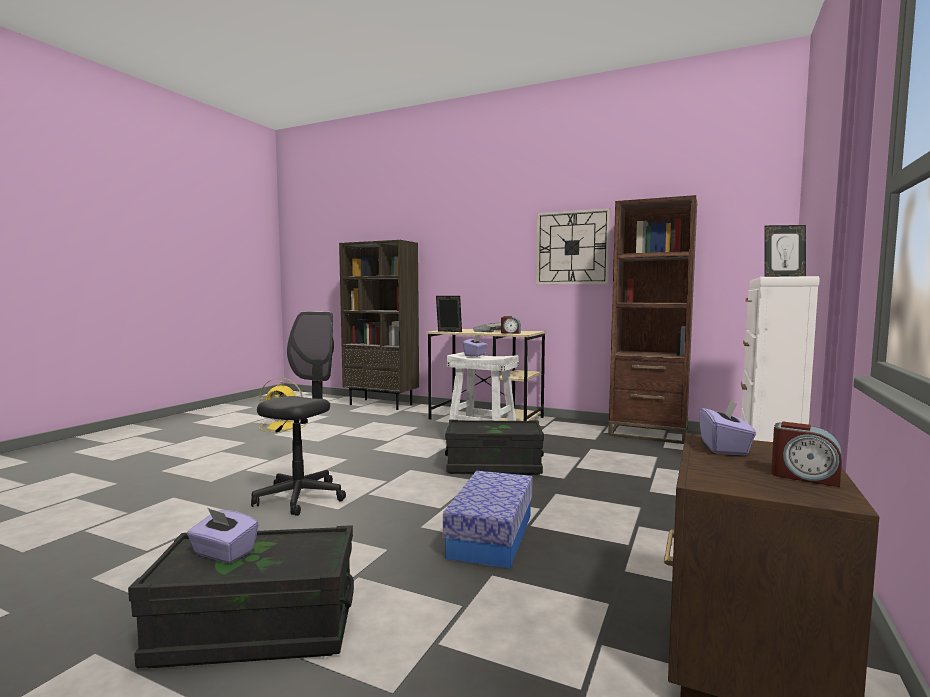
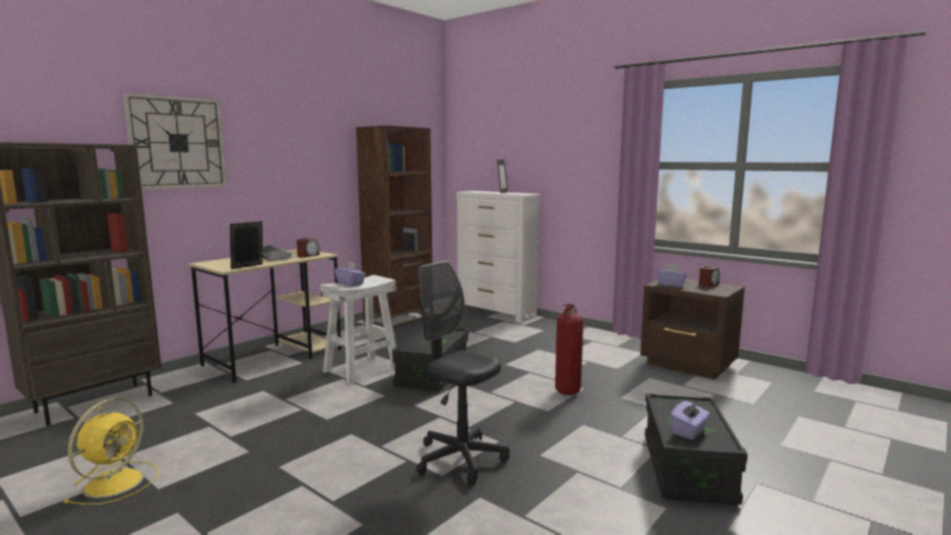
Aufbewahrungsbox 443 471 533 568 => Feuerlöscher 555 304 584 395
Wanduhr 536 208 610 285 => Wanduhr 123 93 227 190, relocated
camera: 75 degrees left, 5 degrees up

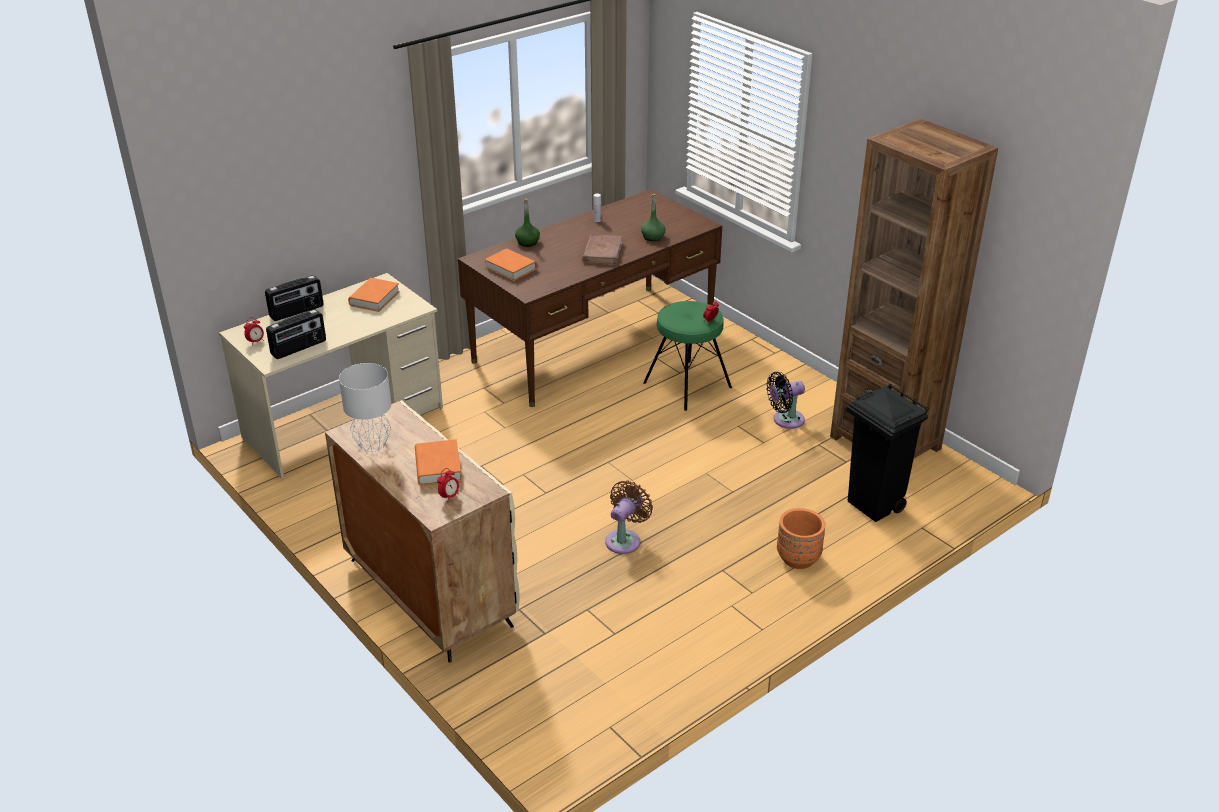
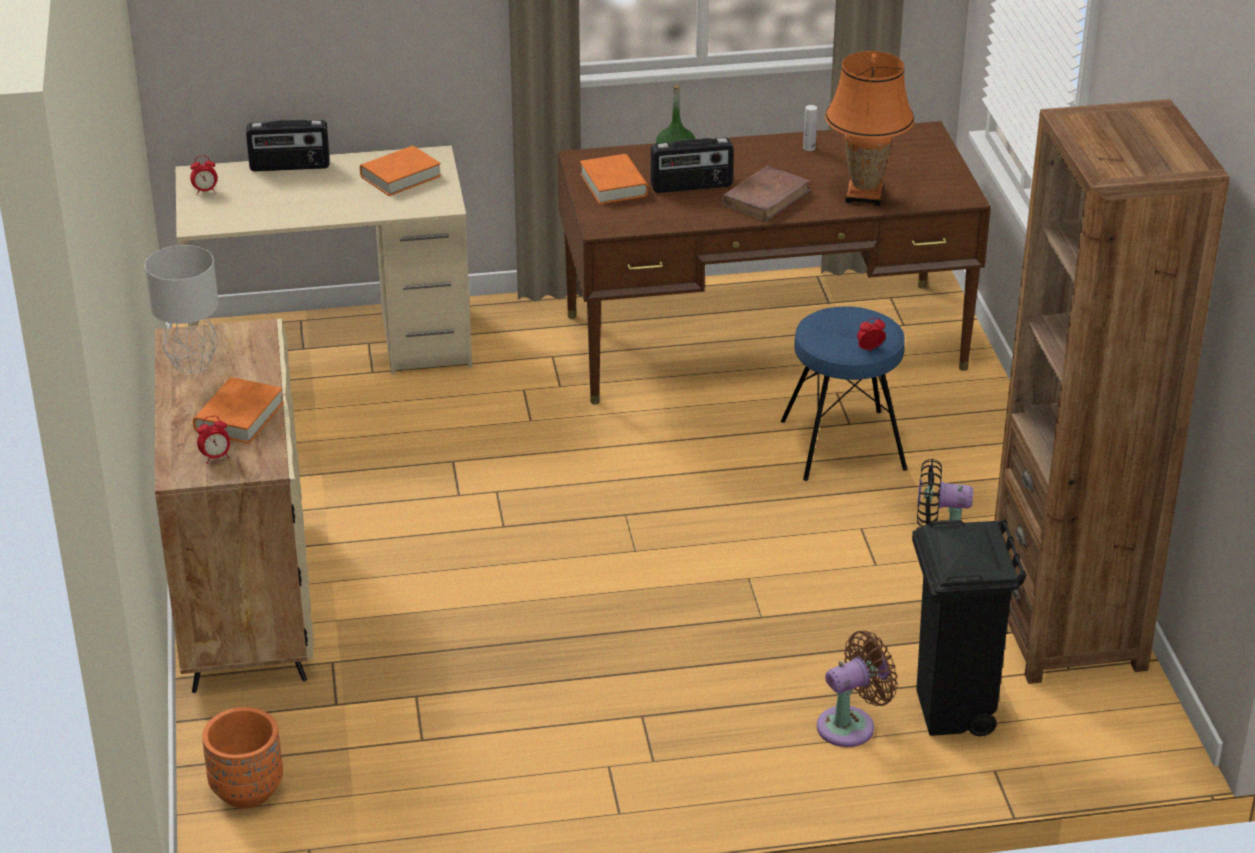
Radio 266 309 326 359 => Radio 651 138 734 193, relocated
Ventilator (braun) 605 481 653 554 => Ventilator (braun) 817 631 898 747, relocated
Flasche (grün) 641 194 666 241 => Tischlampe (orange) 825 51 915 206
Hocker (grün) 643 301 732 411 => Hocker (blau) 781 306 907 481
Pflanzkübel (orange) 777 508 825 569 => Pflanzkübel (orange) 202 707 283 808, relocated
camera: 30 degrees right, 0 degrees up

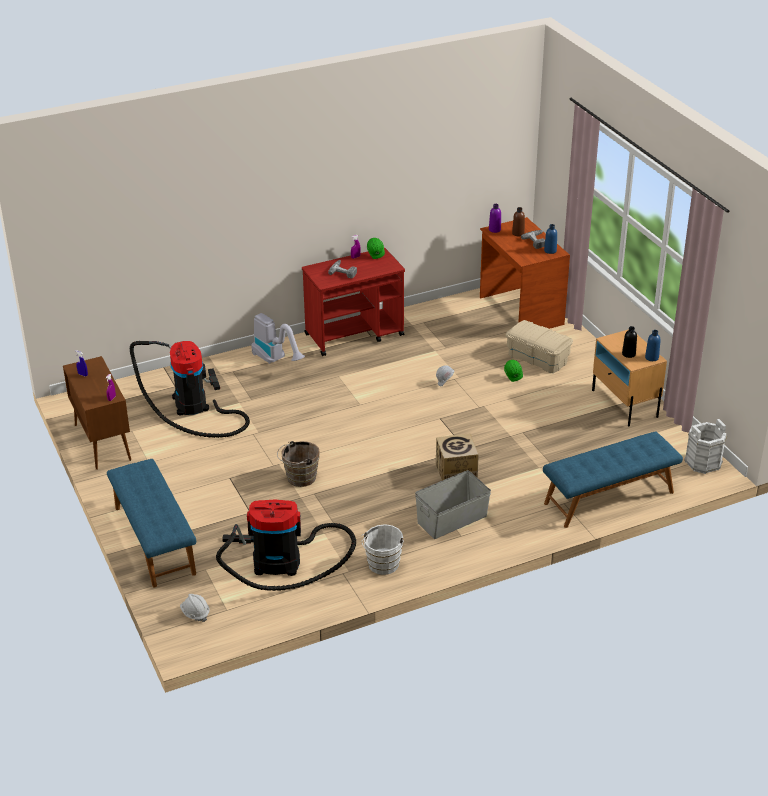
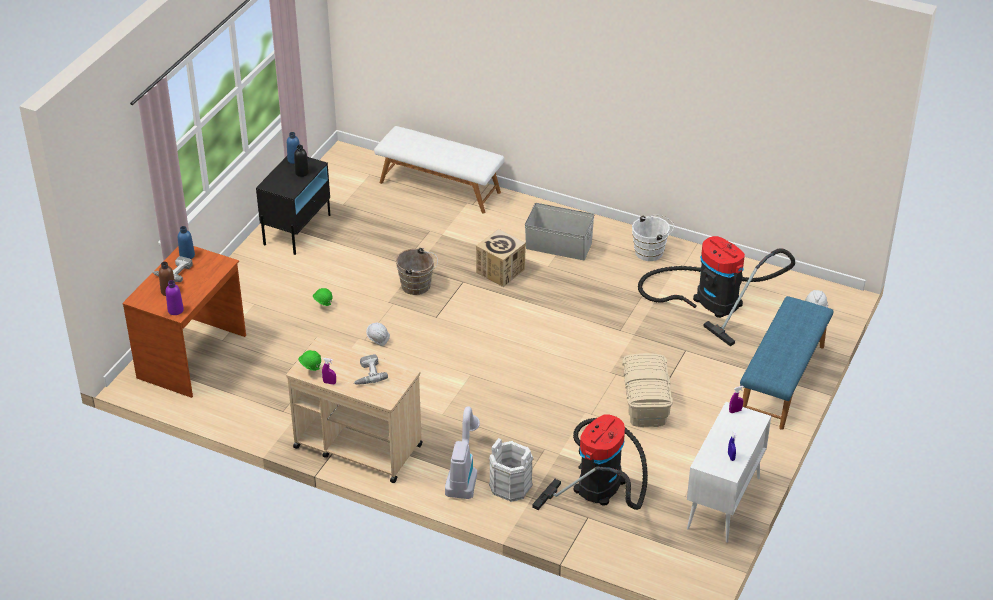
Schrank (braun) 63 356 131 470 => Schrank (weiß) 687 402 771 543
Eimer (braun) 277 441 320 487 => Eimer (braun) 396 248 438 295, relocated
Rollwagen (rot) 302 248 405 356 => Rollwagen (beige) 286 337 423 483
Aufbewahrungsbox (beige) 506 320 573 373 => Aufbewahrungsbox (beige) 622 353 673 427, relocated
Bank (blau) 543 431 683 528 => Bank (weiß) 374 126 504 214
Nachttisch (beige) 592 329 667 426 => Nachttisch (schwarz) 256 156 330 255
Eimer (weiß) 684 419 727 474 => Eimer (weiß) 489 438 533 502, relocated
camera: 130 degrees left, 5 degrees up

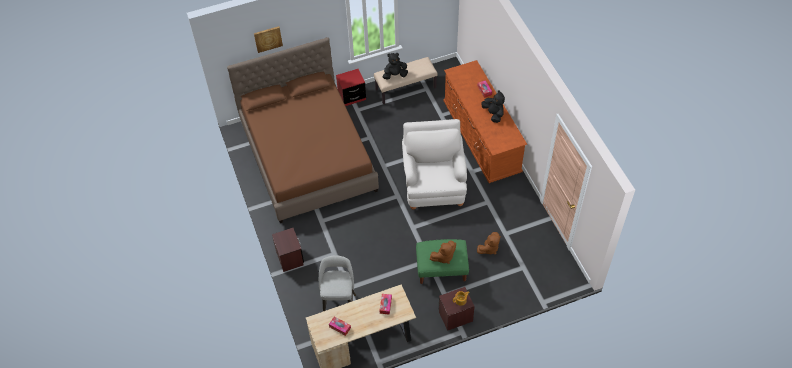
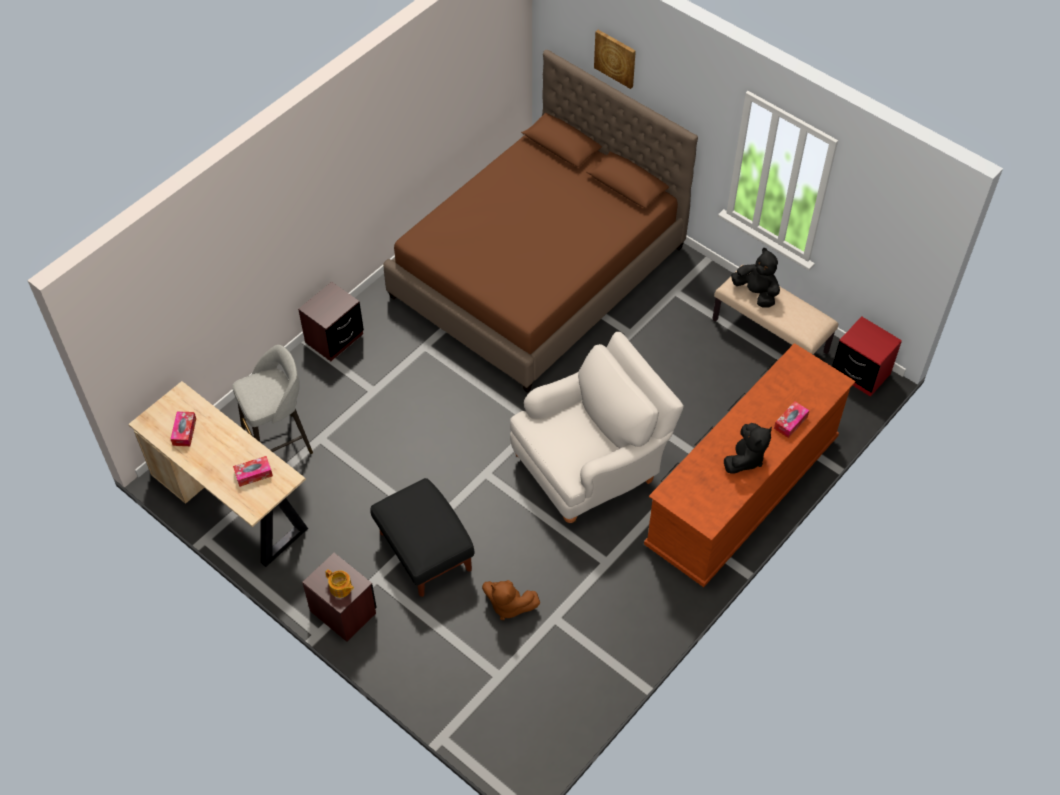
Nachttisch (rot) 336 69 366 106 => Nachttisch (rot) 832 316 902 397, relocated
Polsterhocker (grün) 416 239 469 284 => Polsterhocker (schwarz) 370 478 474 597
Plüschtier (braun) 430 240 456 264 => nothing
camera: 60 degrees right, 0 degrees up

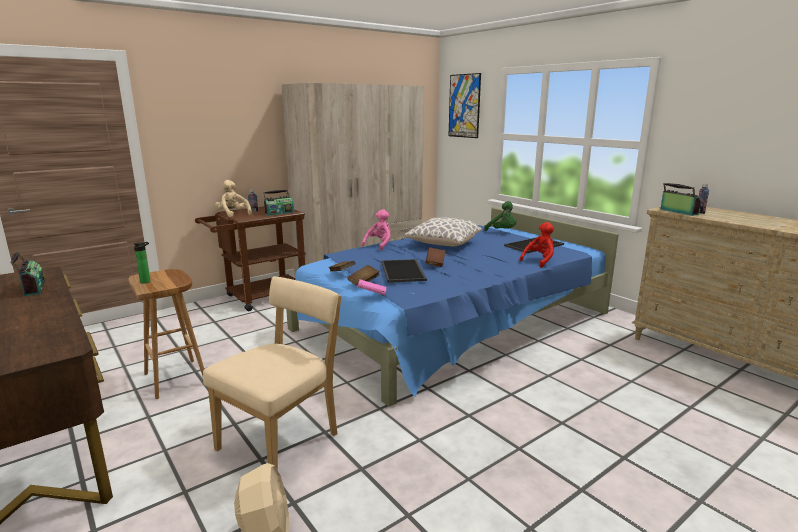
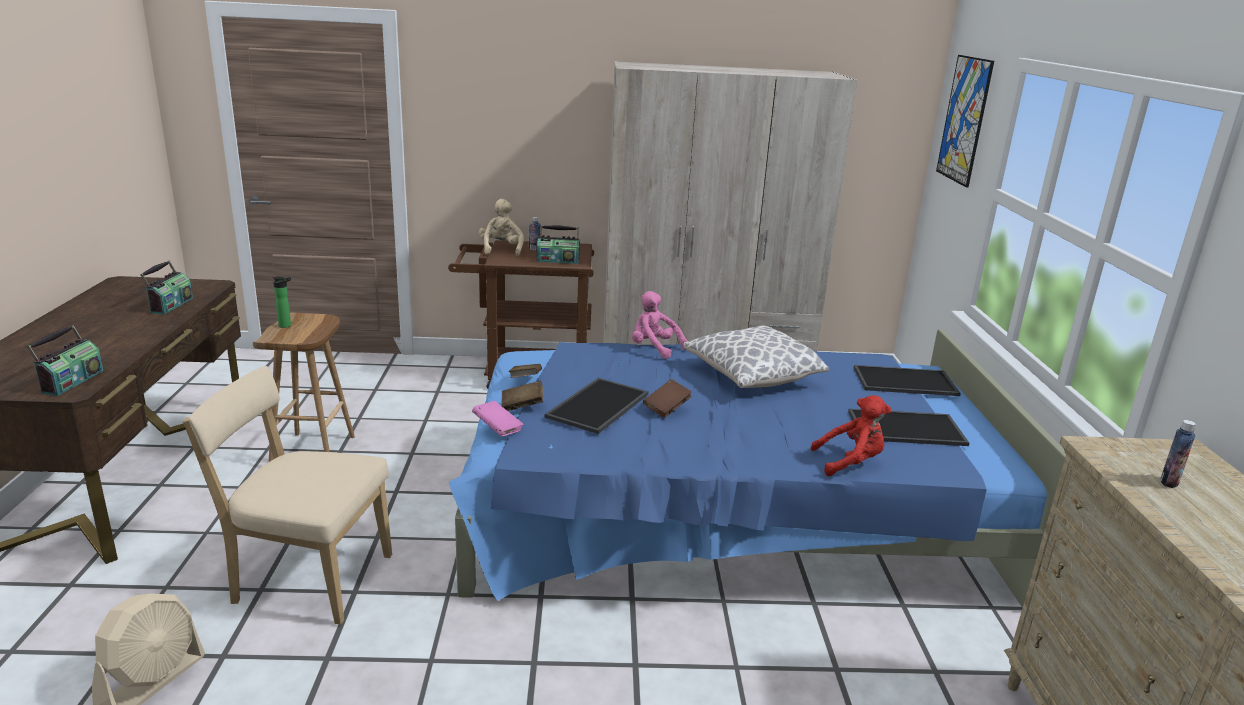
Stuhl (beige) 203 276 341 470 => Stuhl (beige) 183 366 392 625, 150 degrees counterclockwise
Plüschtier (rosa) 361 209 391 250 => Plüschtier (rosa) 632 291 688 359, 120 degrees counterclockwise
Plüschtier (grün) 484 201 517 231 => Tablett 854 365 961 396
Radio 661 183 701 216 => Radio 27 325 103 396, relocated
camera: 35 degrees right, 5 degrees up

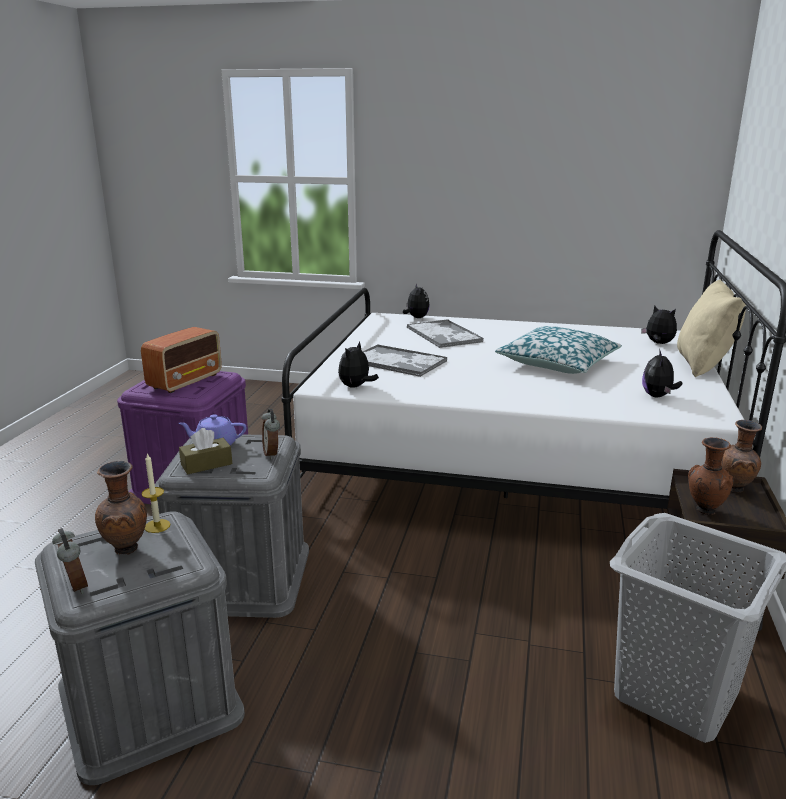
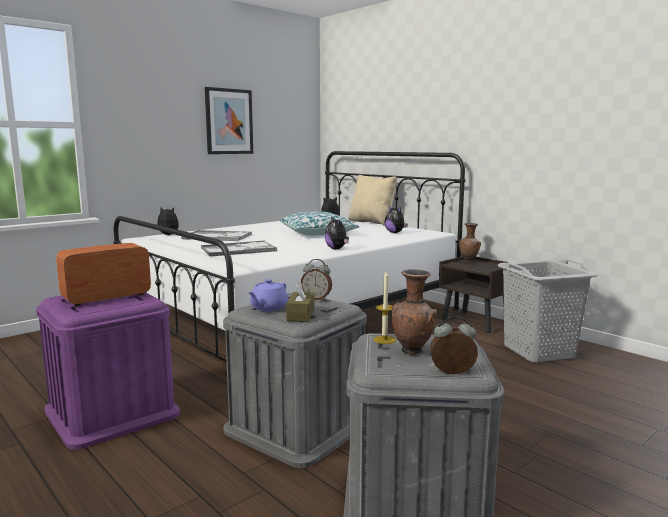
Radio 141 327 222 393 => Radio 56 243 151 306, 105 degrees counterclockwise
Plüschtier 338 341 379 388 => Plüschtier 325 217 349 249, relocated
Vase (braun) 688 437 734 515 => nothing
nothing => Bild 205 87 253 154
camera: 55 degrees left, 10 degrees down

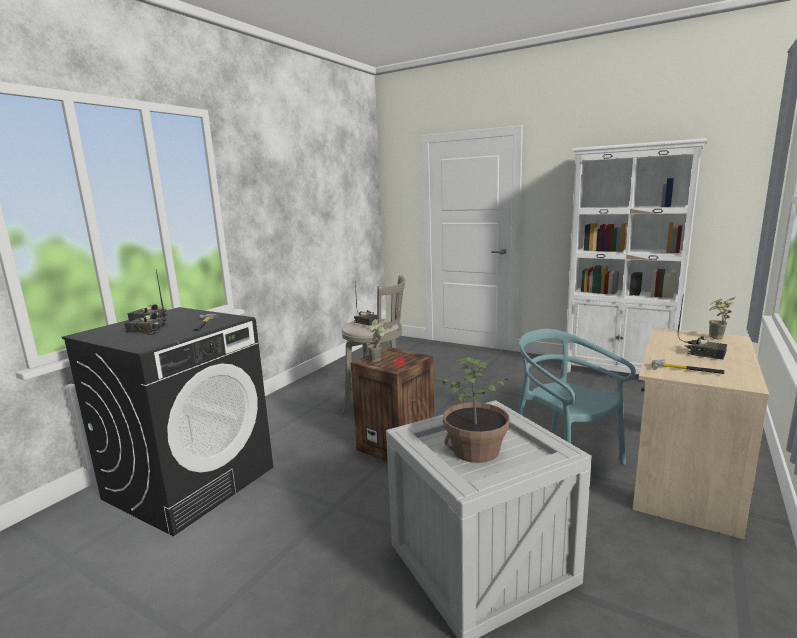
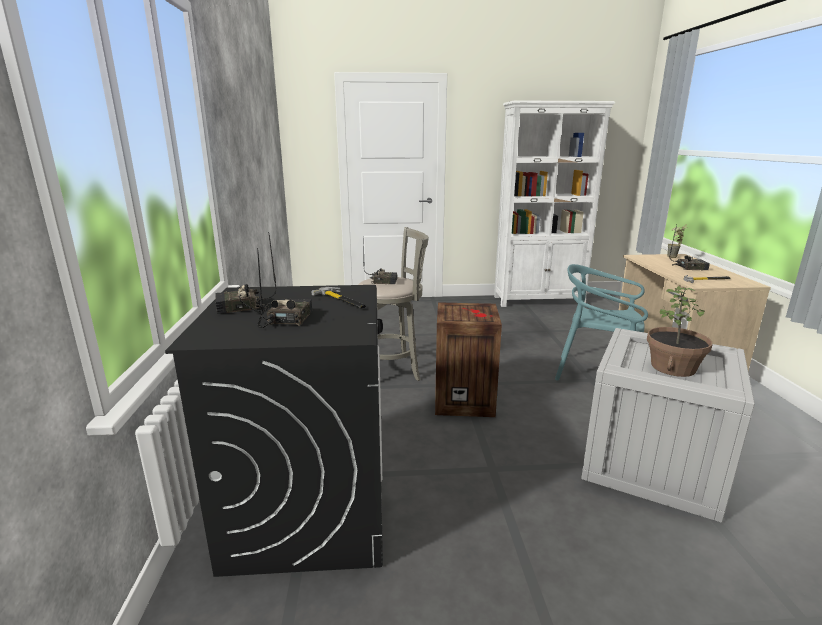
Radio 124 275 168 335 => Radio 257 248 313 328, 120 degrees clockwise
Topfpflanze 367 319 386 362 => nothing
camera: 35 degrees left, 5 degrees up

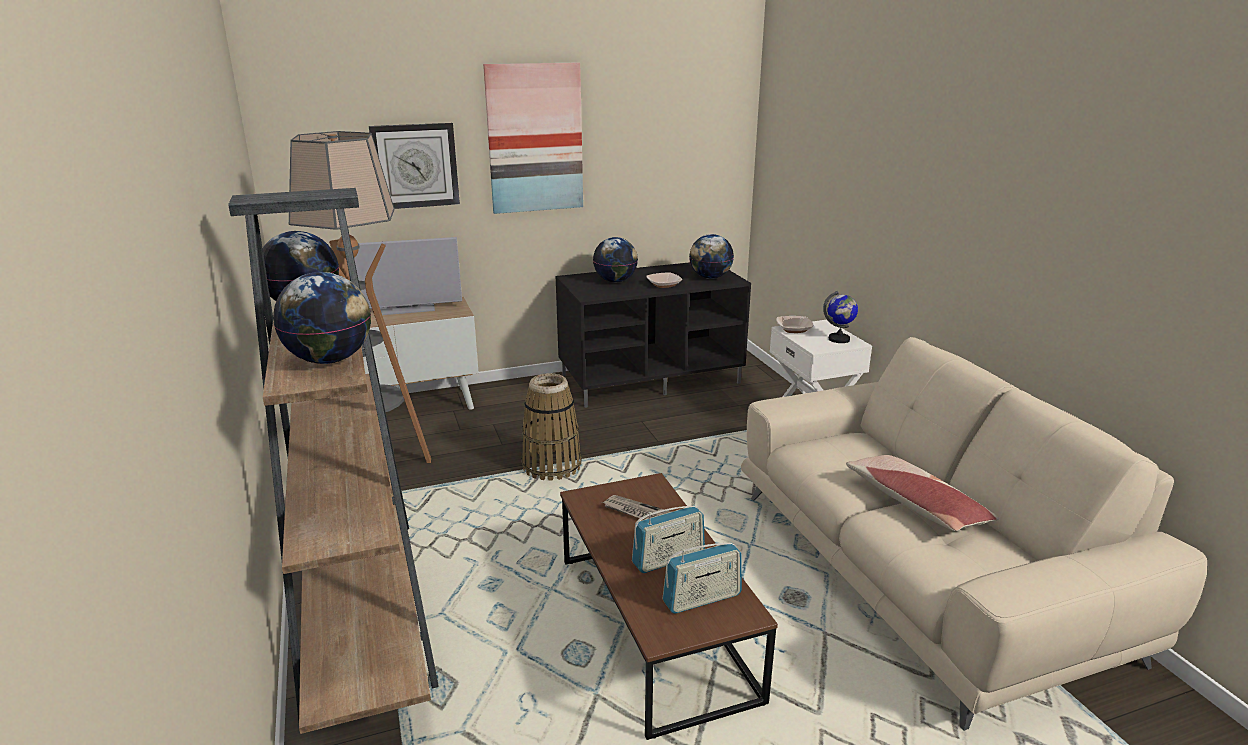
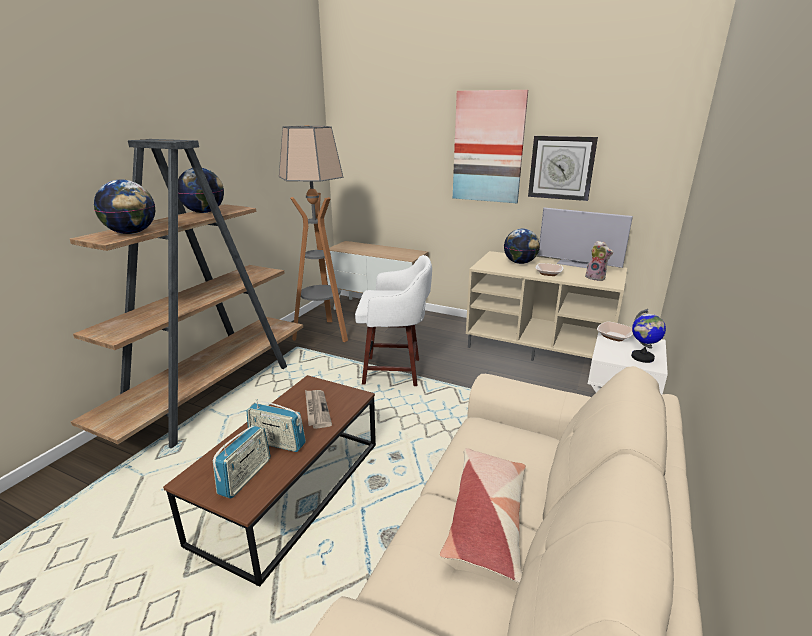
Fernseher 354 237 462 315 => Fernseher 538 208 633 268, relocated
Wanduhr 369 123 460 209 => Wanduhr 528 136 598 201, relocated
Korb 522 373 582 481 => Hocker (weiß) 355 255 432 386
Fernsehschrank (schwarz) 556 262 751 408 => Fernsehschrank (beige) 466 251 627 361
Radio 663 542 742 614 => Radio 213 425 271 499, 90 degrees counterclockwise
Globus 689 234 734 279 => Plüschtier 585 241 613 281
camera: 45 degrees right, 0 degrees up

